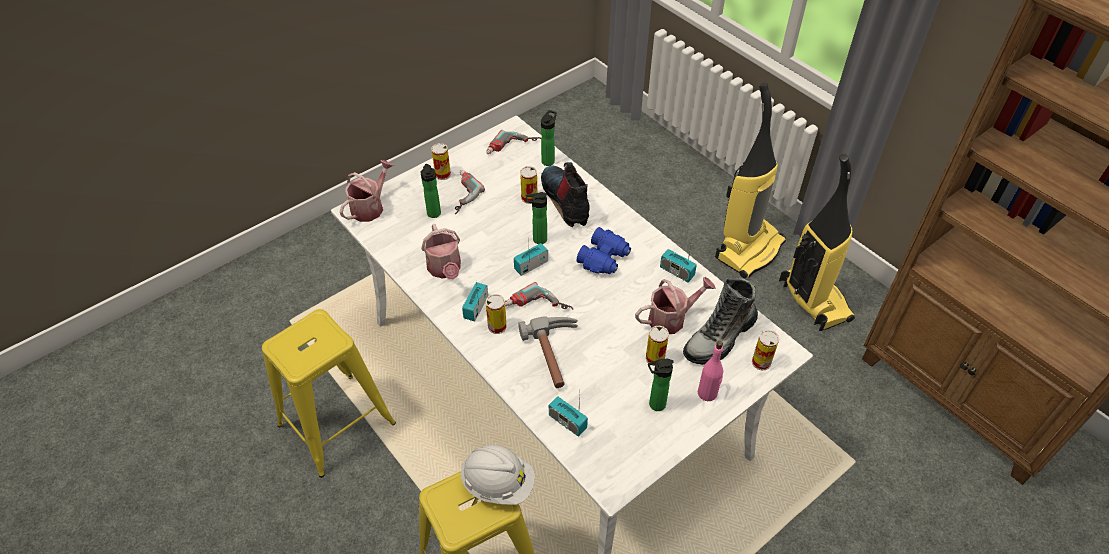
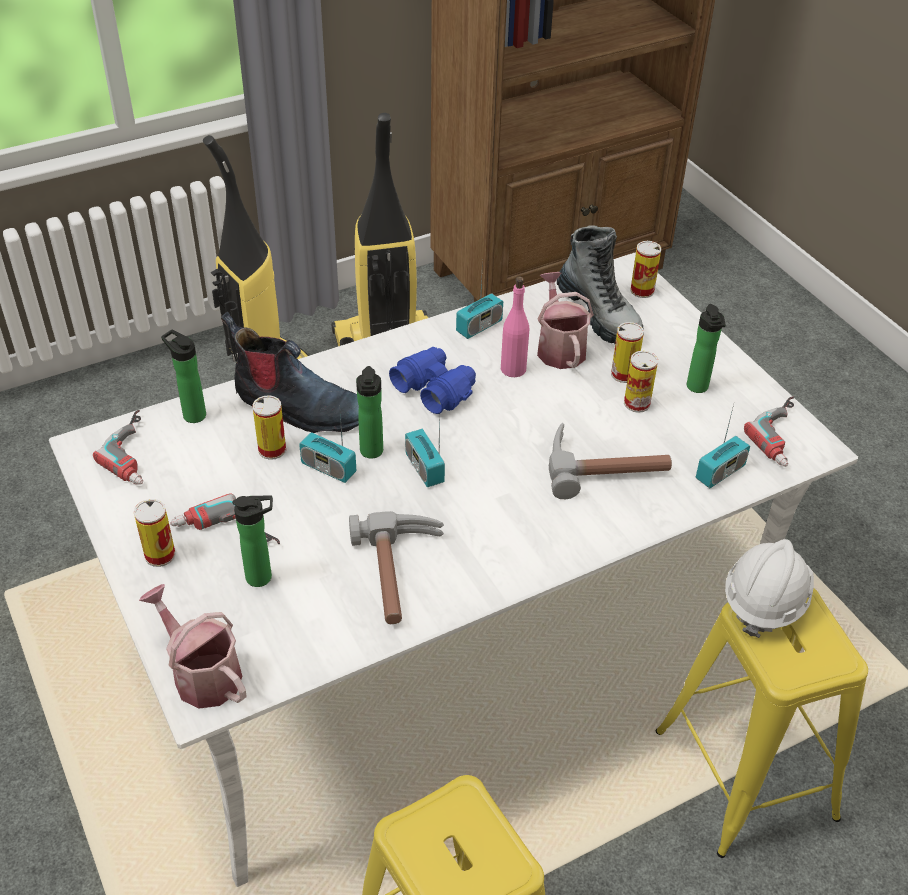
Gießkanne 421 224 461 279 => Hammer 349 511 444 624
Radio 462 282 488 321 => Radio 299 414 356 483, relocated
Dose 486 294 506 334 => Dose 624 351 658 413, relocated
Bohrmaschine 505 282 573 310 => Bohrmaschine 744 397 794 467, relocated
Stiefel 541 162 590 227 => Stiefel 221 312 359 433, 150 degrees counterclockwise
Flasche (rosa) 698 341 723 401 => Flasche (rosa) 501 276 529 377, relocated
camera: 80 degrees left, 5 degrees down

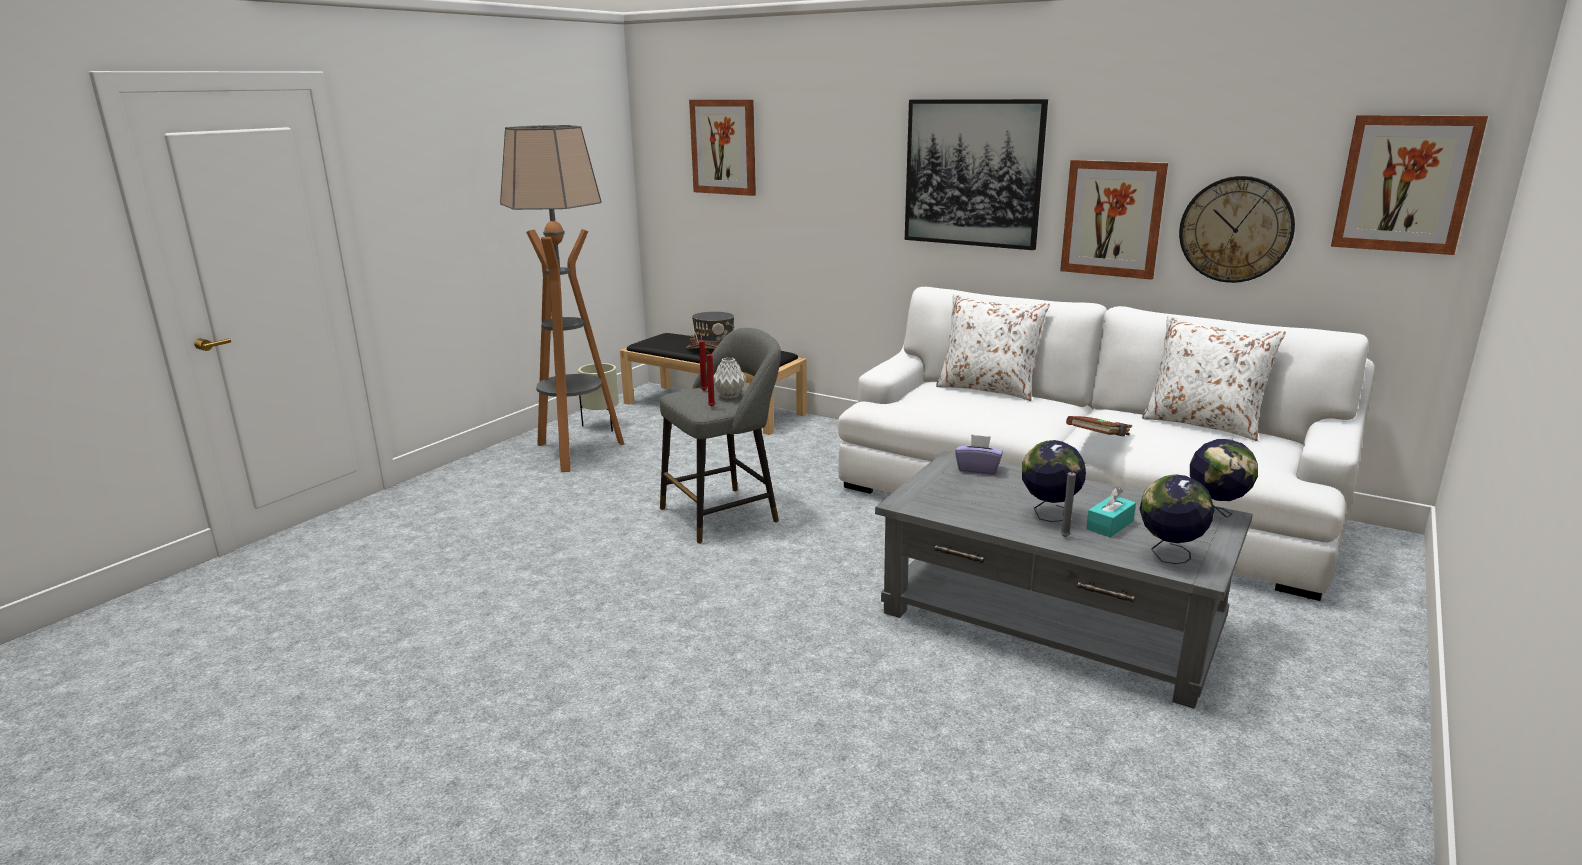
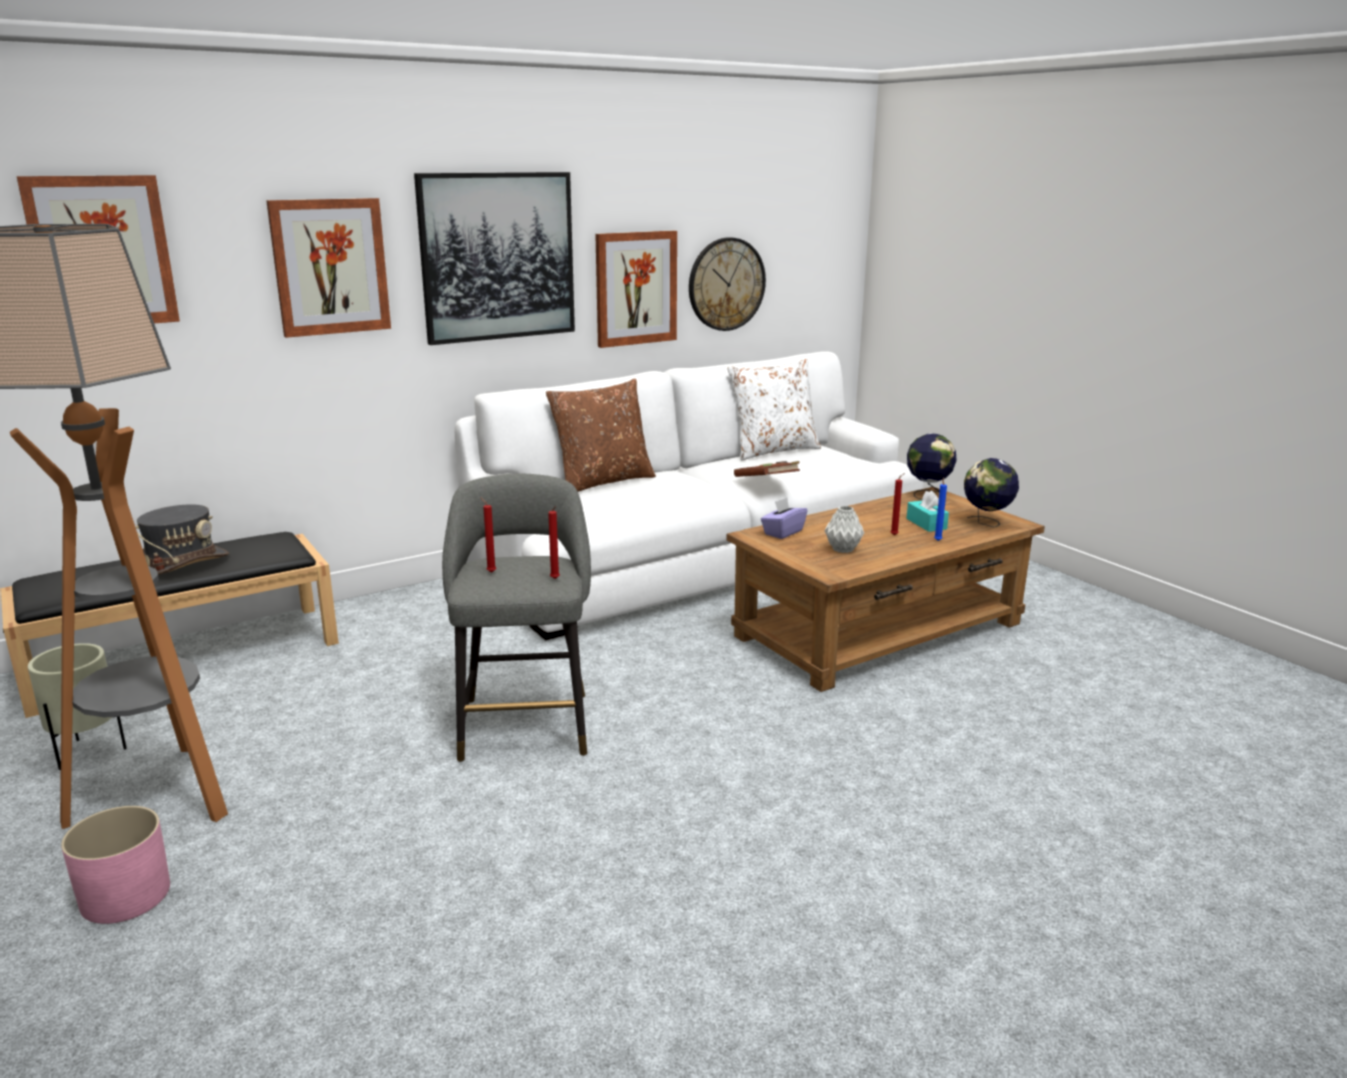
Vase (grau) 713 357 746 398 => Vase (grau) 825 506 864 553, relocated
Couchtisch (grau) 875 451 1253 709 => Couchtisch (braun) 726 487 1045 692
Kissen (weiß) 936 294 1050 401 => Kissen (braun) 546 379 656 492
Globus 1022 440 1086 522 => Kerze (rot) 891 473 905 535
Kerze (grau) 1061 465 1080 537 => Kerze (blau) 934 477 947 541
Bild 1331 115 1488 255 => Bild 266 198 391 338, relocated
nothing => Pflanzkübel (rosa) 61 806 170 924
camera: 65 degrees left, 0 degrees up

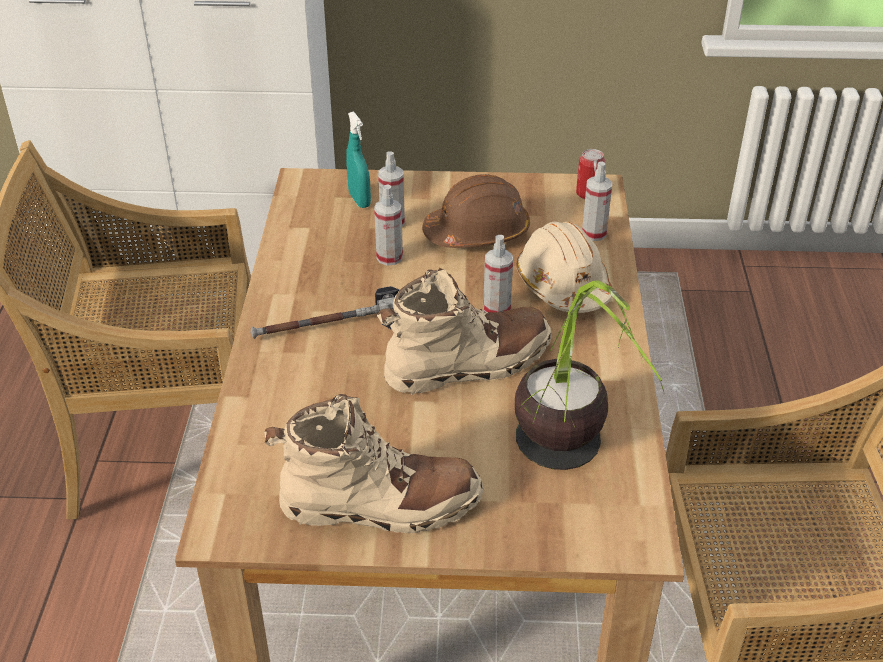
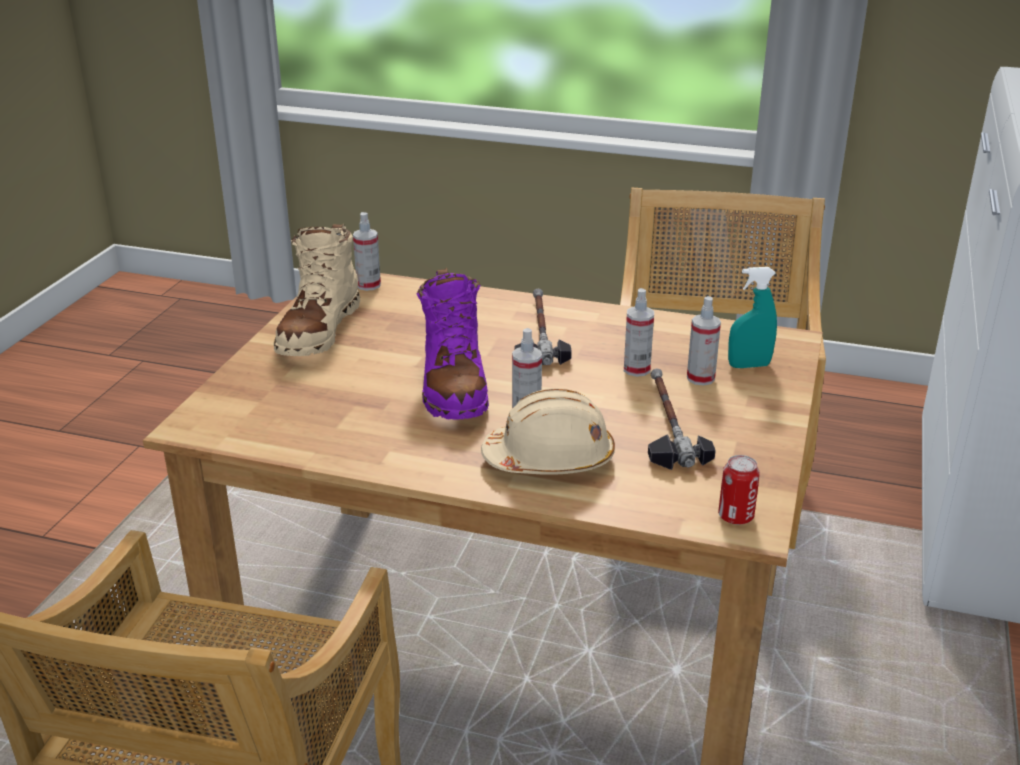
Stiefel (beige) 377 268 552 395 => Stiefel (lila) 417 268 489 420
Schutzhelm (braun) 422 174 530 248 => Hammer 648 368 716 470
Topfpflanze 515 280 665 470 => nothing
Sprühflasche 582 161 612 241 => Sprühflasche 353 212 381 291, relocated
camera: 105 degrees right, 10 degrees down

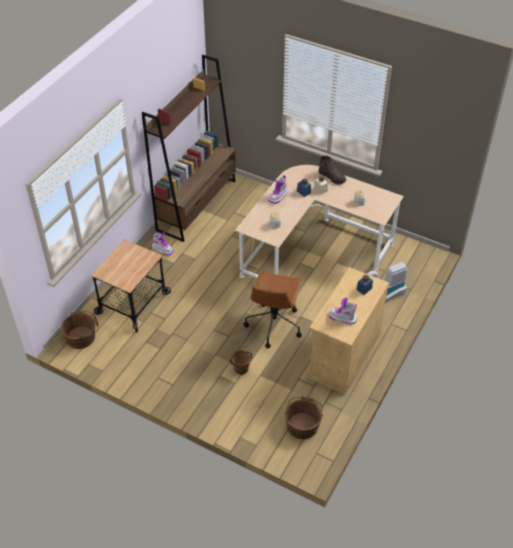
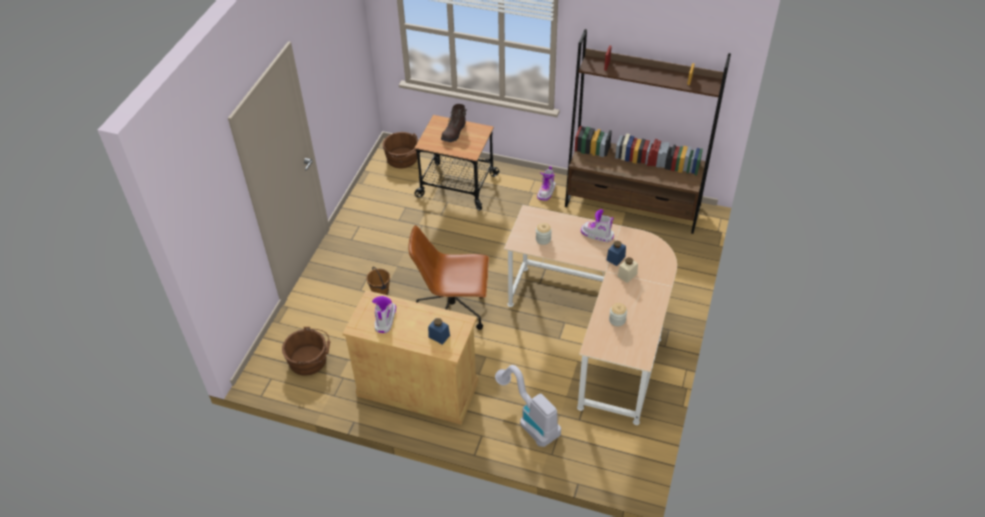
Stiefel (braun) 318 156 346 185 => Stiefel (braun) 441 104 467 142, relocated
camera: 80 degrees right, 0 degrees up

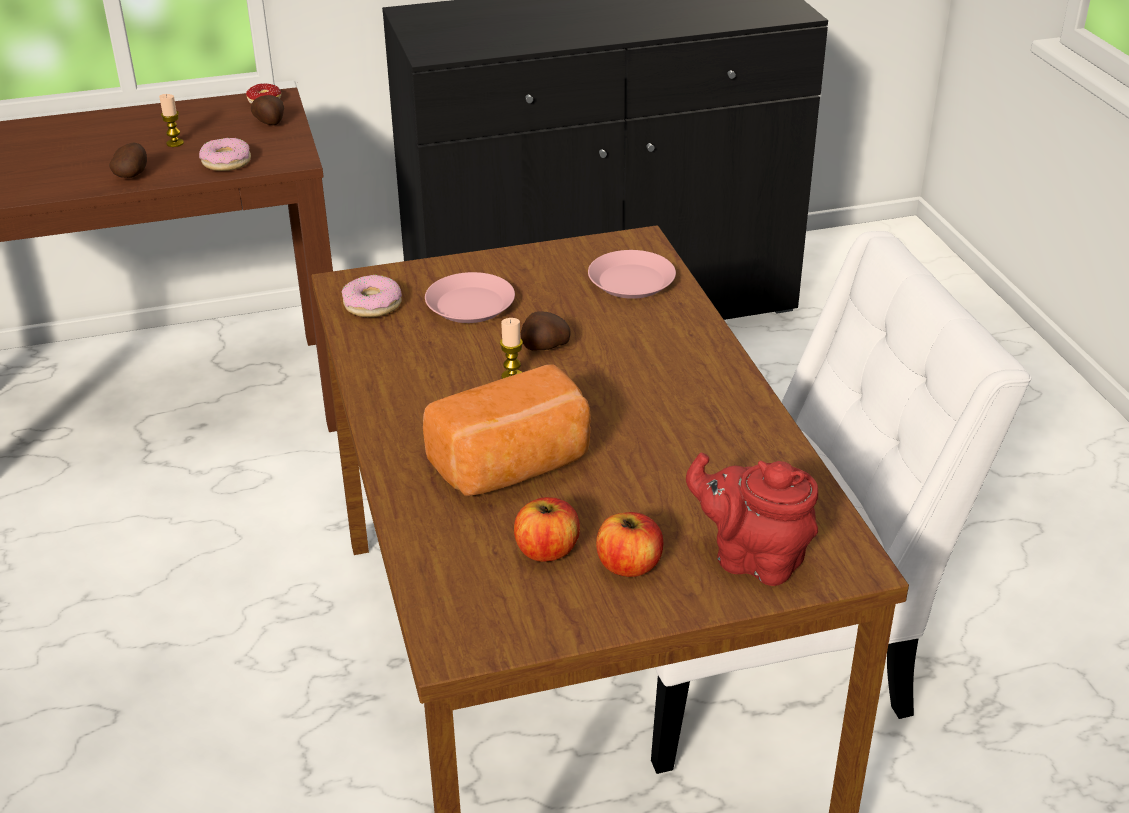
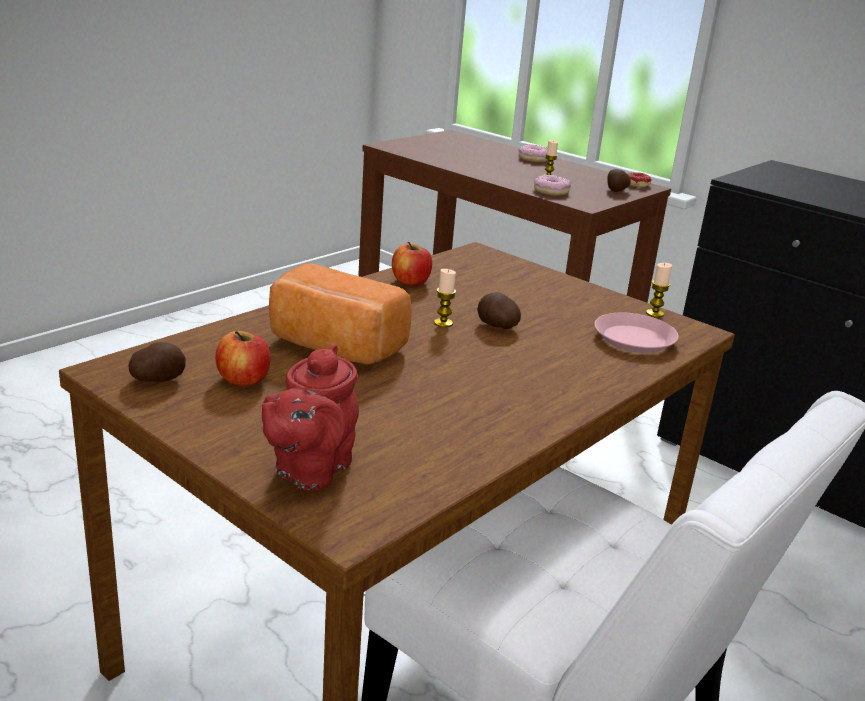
Kartoffel 109 142 147 178 => Kartoffel 128 342 186 382, relocated
Donut 342 275 402 317 => Donut 519 144 548 162, relocated
Teller (rosa) 425 272 515 323 => nothing
Apfel 596 512 663 577 => Apfel 392 242 432 286, relocated
Teekanne (rot) 686 453 818 586 => Teekanne (rot) 262 344 359 491, 150 degrees counterclockwise
nothing => Kerze 646 263 672 318
camera: 55 degrees right, 10 degrees down

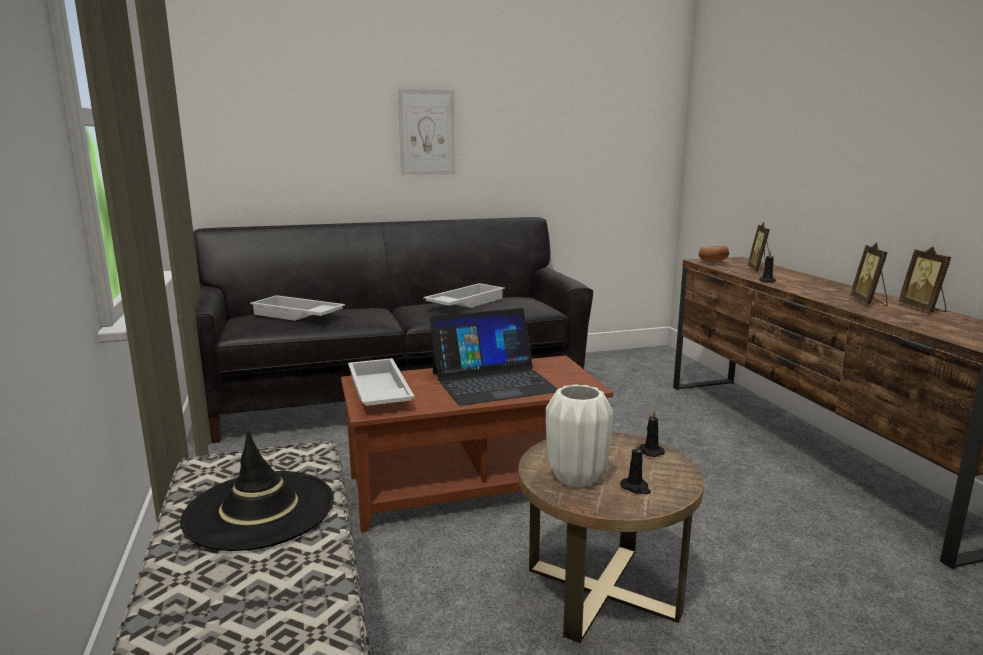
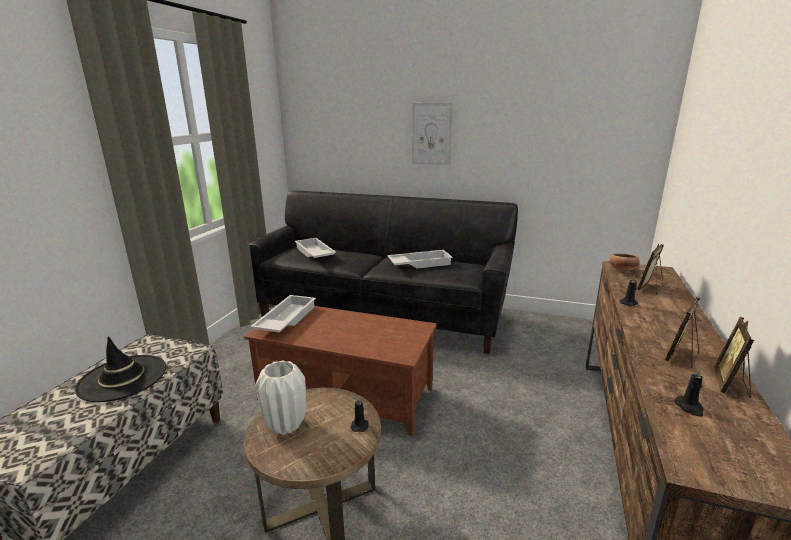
Laptop 430 308 558 406 => nothing
Kerze (schwarz) 620 441 651 494 => Kerze (schwarz) 674 368 704 417, relocated
camera: 35 degrees right, 5 degrees up

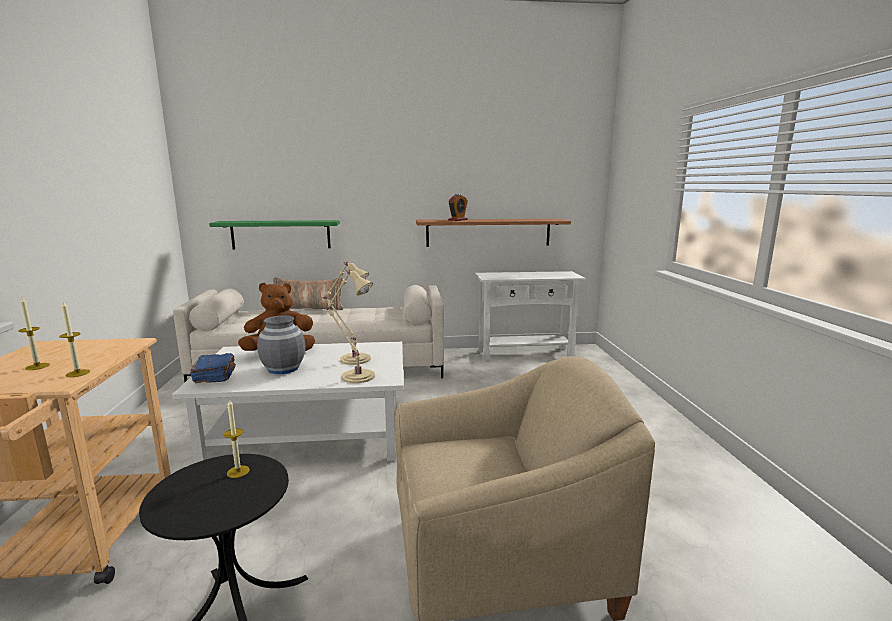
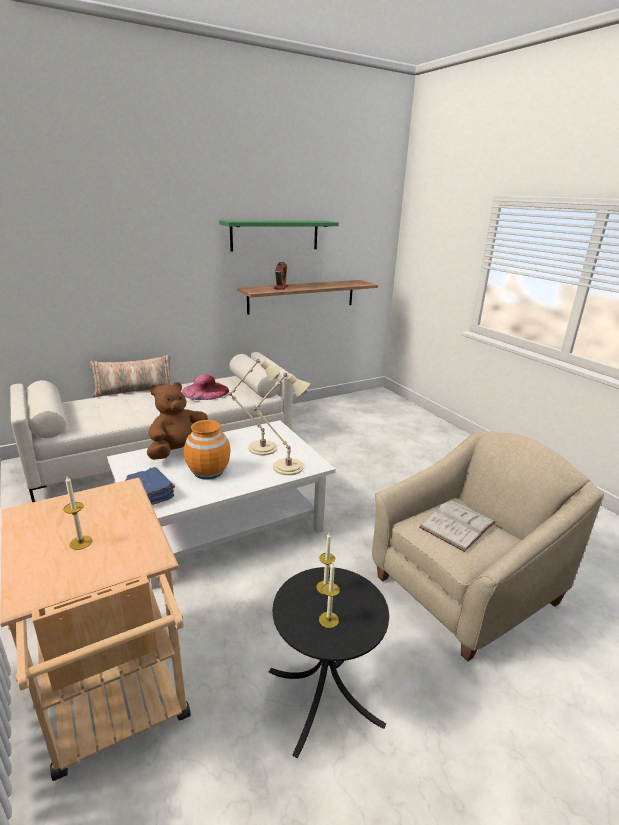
Kerze 59 302 90 377 => Kerze 319 562 340 628, relocated
Wandregal (grün) 209 220 340 249 => Wandregal (grün) 219 220 339 252, relocated
Vase (grau) 257 315 306 374 => Vase (orange) 184 420 230 480
Konsolentisch (weiß) 475 271 586 361 => nothing
nothing => Hut (rosa) 182 374 229 400
nothing => Buch (weiß) 419 500 495 552
camera: 25 degrees left, 10 degrees up

